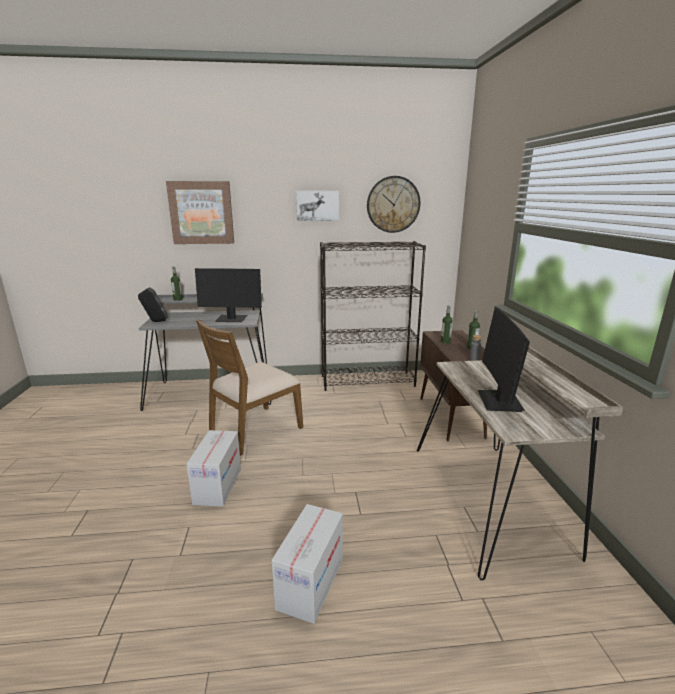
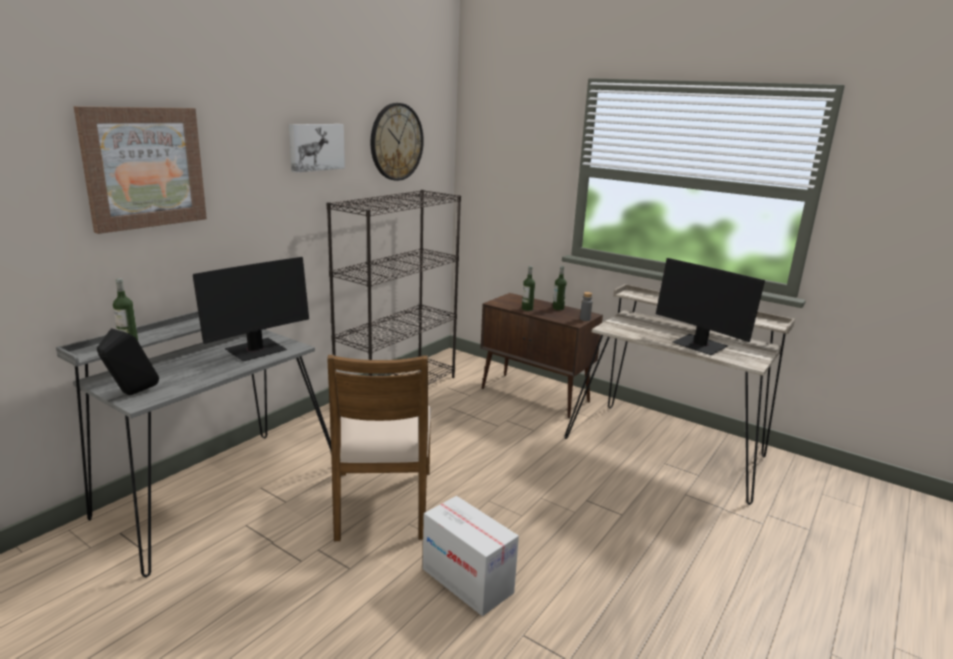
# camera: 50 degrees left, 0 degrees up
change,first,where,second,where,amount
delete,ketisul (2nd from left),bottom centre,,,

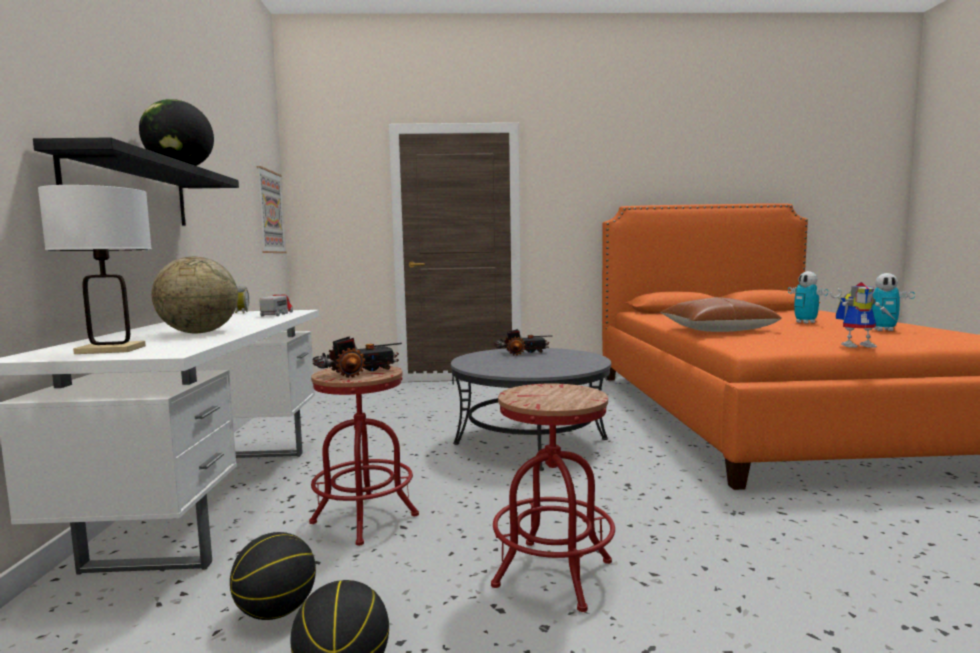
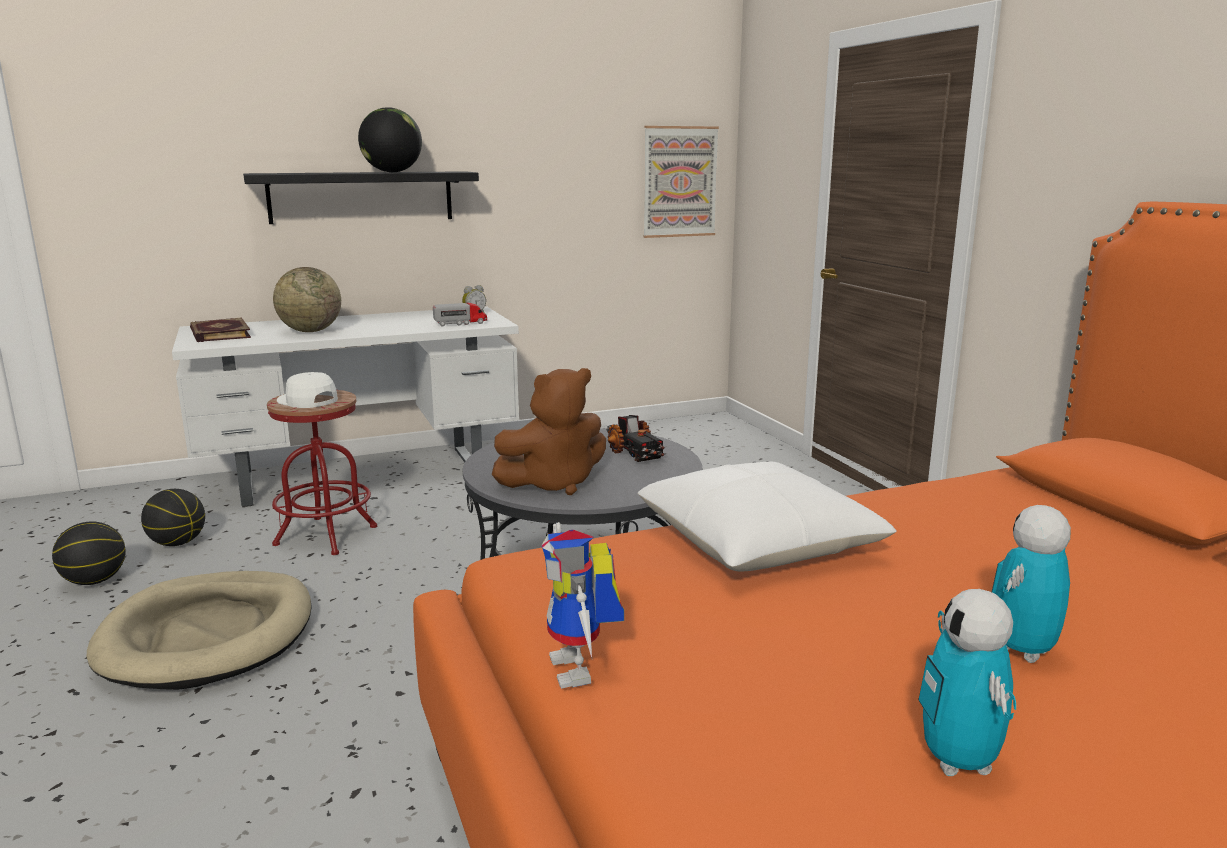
# camera: 70 degrees right, 10 degrees up
change,first,where,second,where,amount
insert,,,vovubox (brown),centre,
replace,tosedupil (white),middle left,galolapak,middle left,
replace,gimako (2nd from left),centre,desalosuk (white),middle left,
replace,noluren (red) (2nd from left),bottom centre,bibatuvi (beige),bottom left,
recolor,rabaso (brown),middle right,rabaso (white),centre,

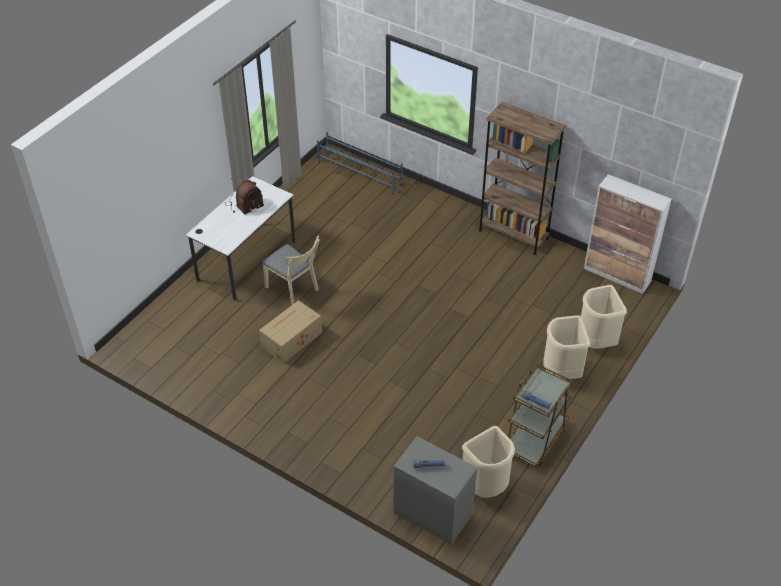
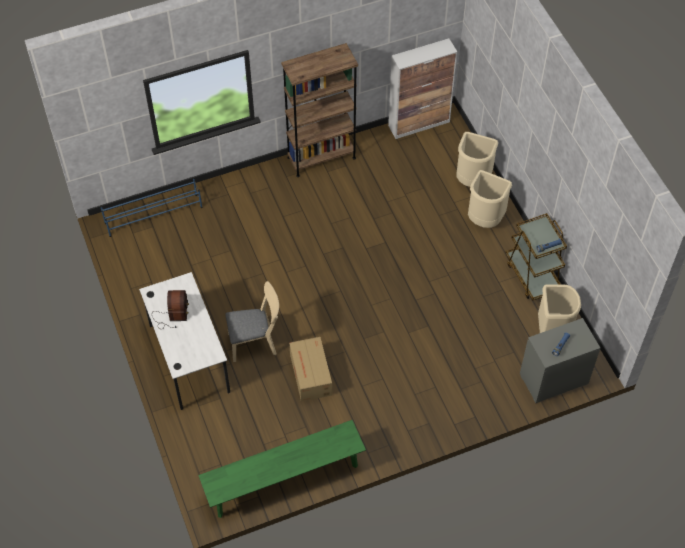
# camera: 55 degrees left, 10 degrees up
change,first,where,second,where,amount
insert,,,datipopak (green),bottom centre,

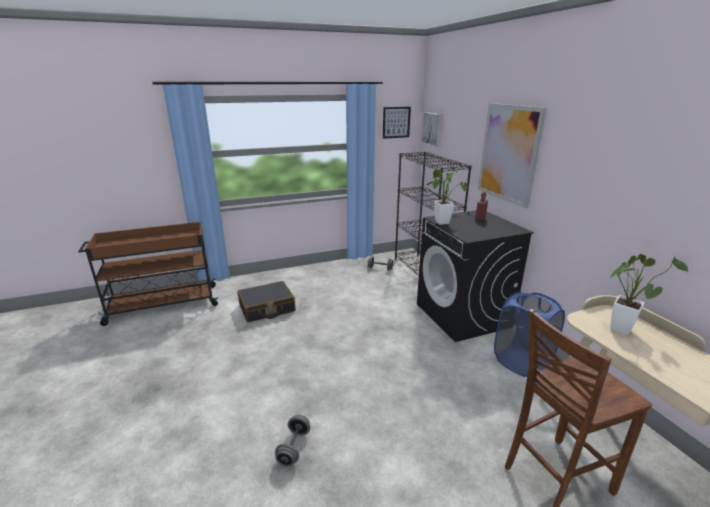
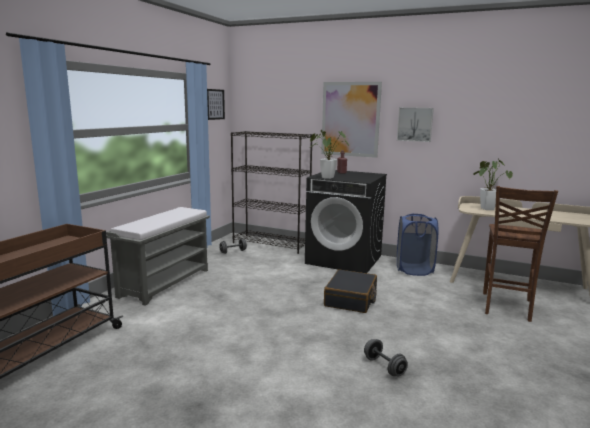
# camera: 45 degrees left, 10 degrees down
change,first,where,second,where,amount
insert,,,datipopak (grey),middle left,
move,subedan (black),centre,,bottom centre,
move,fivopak (2nd from left in the first image),top centre,fivopak (3rd from left),top right,

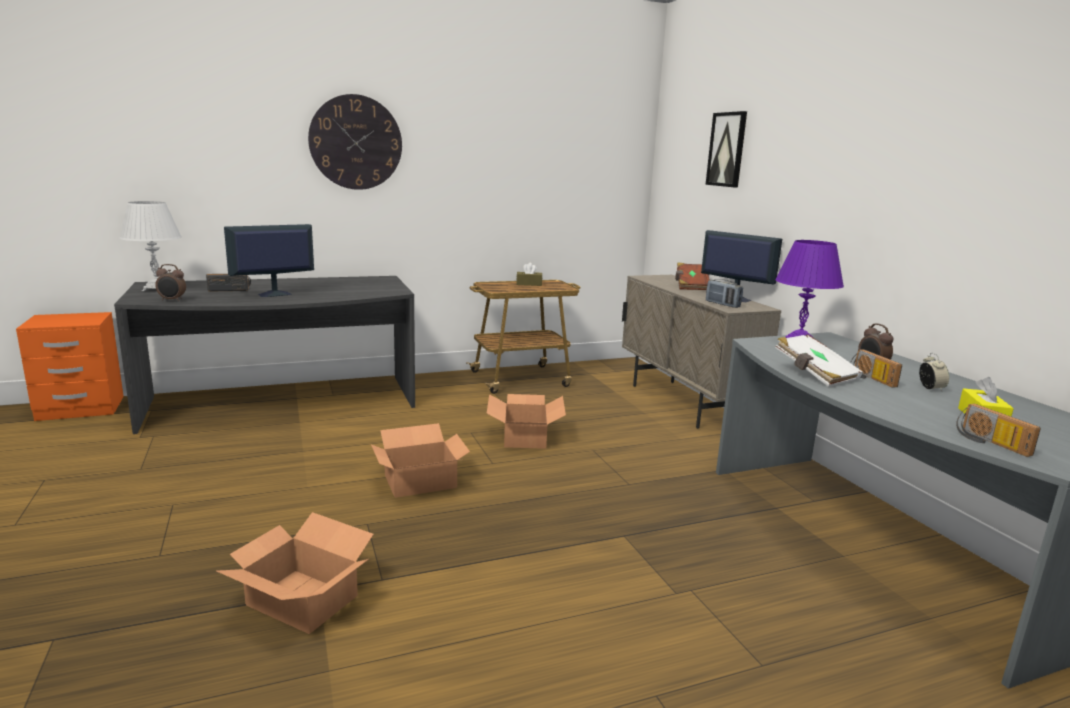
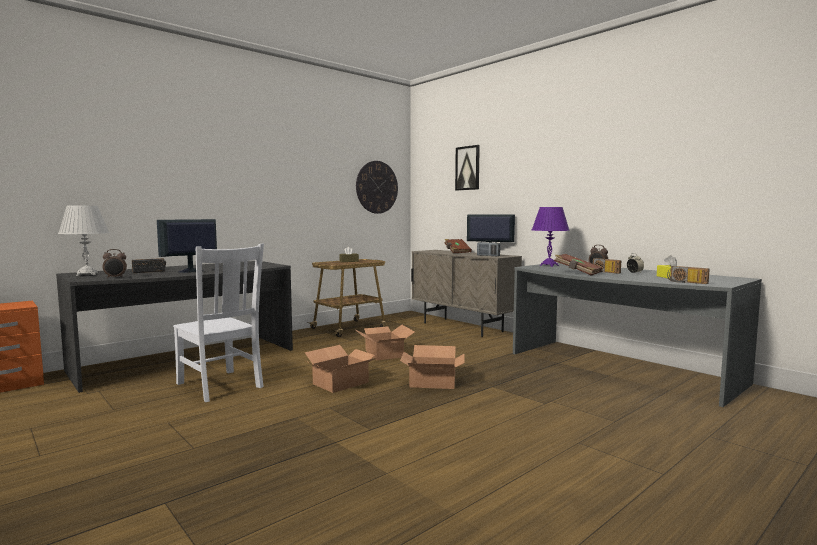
# camera: 20 degrees left, 10 degrees down
change,first,where,second,where,amount
insert,,,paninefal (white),middle left,
move,ketisul (1st from left in the first image),bottom left,ketisul (3rd from left),bottom centre,
move,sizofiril,top left,,centre,
recolor,galolapak (white),middle right,galolapak (brown) (2nd from left),middle right,

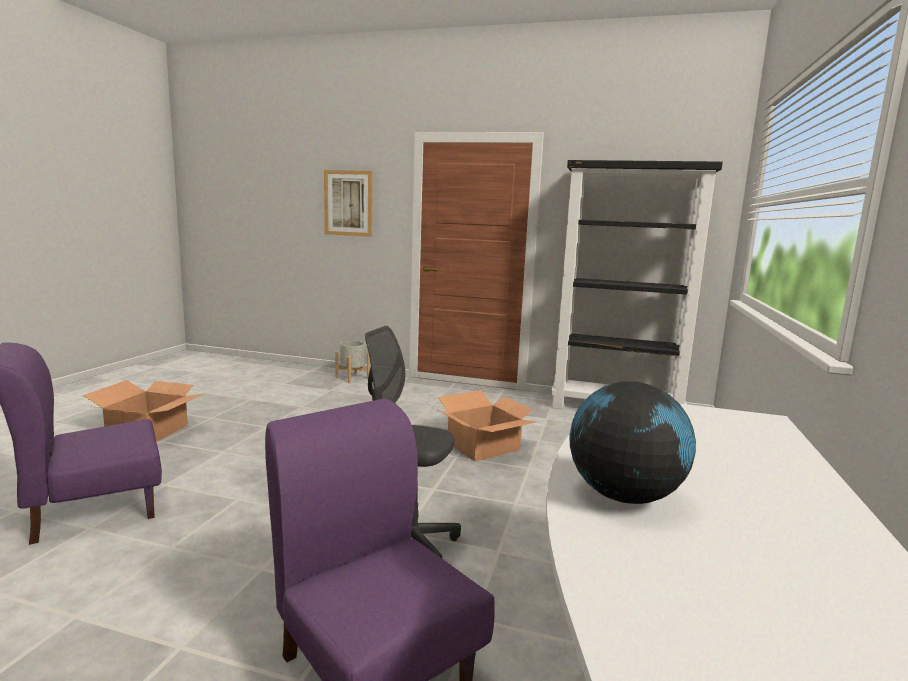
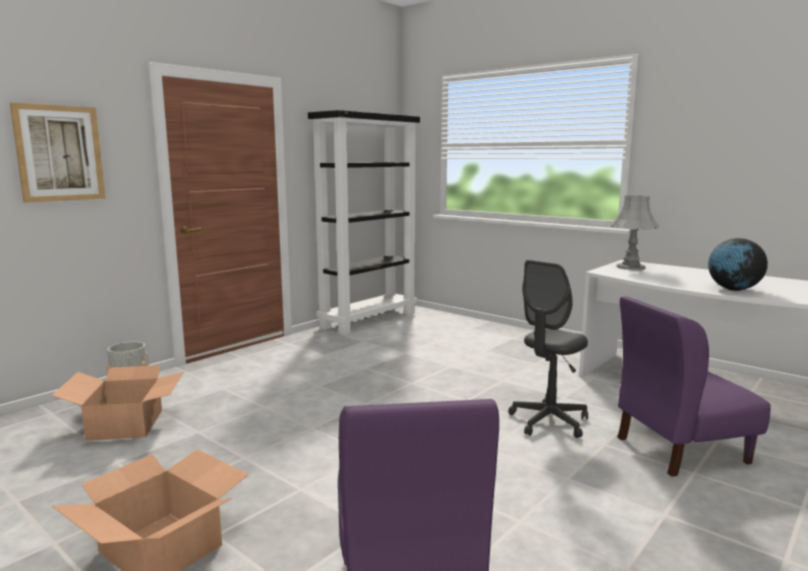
# camera: 65 degrees left, 0 degrees up
change,first,where,second,where,amount
insert,,,tosedupil (grey),middle right,
move,ketisul (2nd from left in the first image),centre,ketisul (1st from left),bottom left,

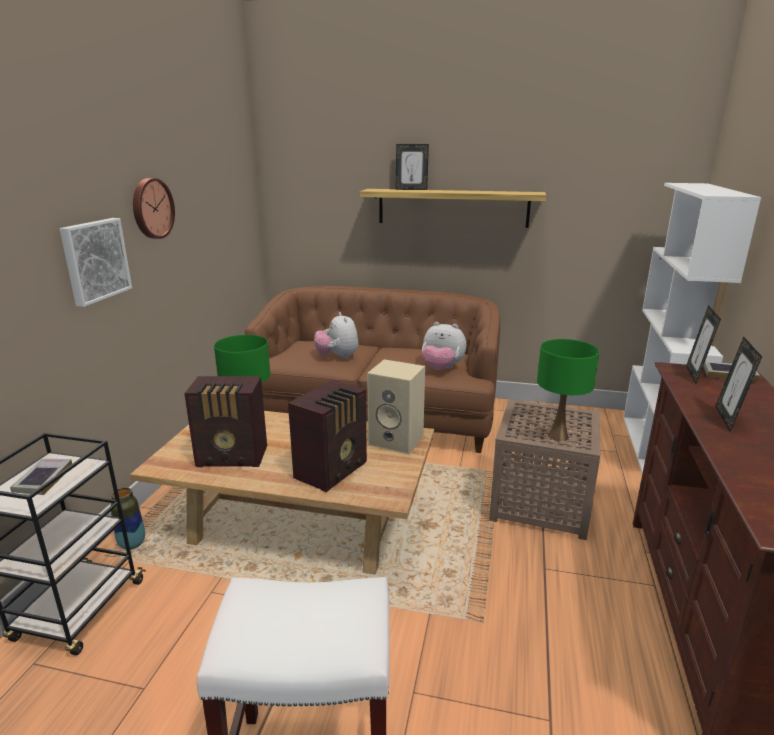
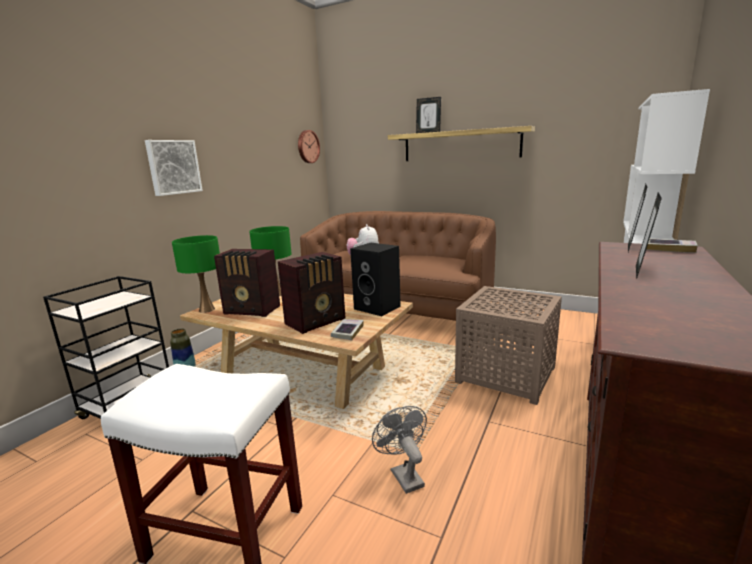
# camera: 15 degrees right, 5 degrees down
change,first,where,second,where,amount
delete,vovubox (2nd from left),centre,,,
insert,,,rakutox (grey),bottom centre,
move,galolapak (1st from left),middle left,,centre,
move,sizofiril,top left,,top centre,
move,tosedupil (green) (2nd from left in the first image),middle right,tosedupil (green) (1st from left),middle left,
recolor,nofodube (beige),centre,nofodube (black),centre,

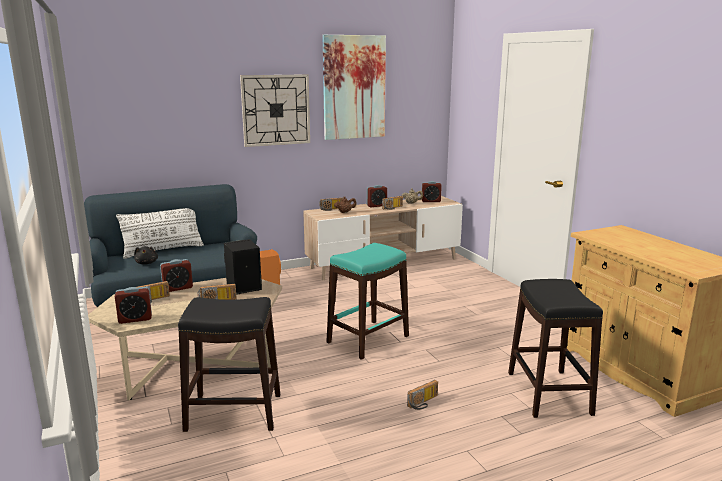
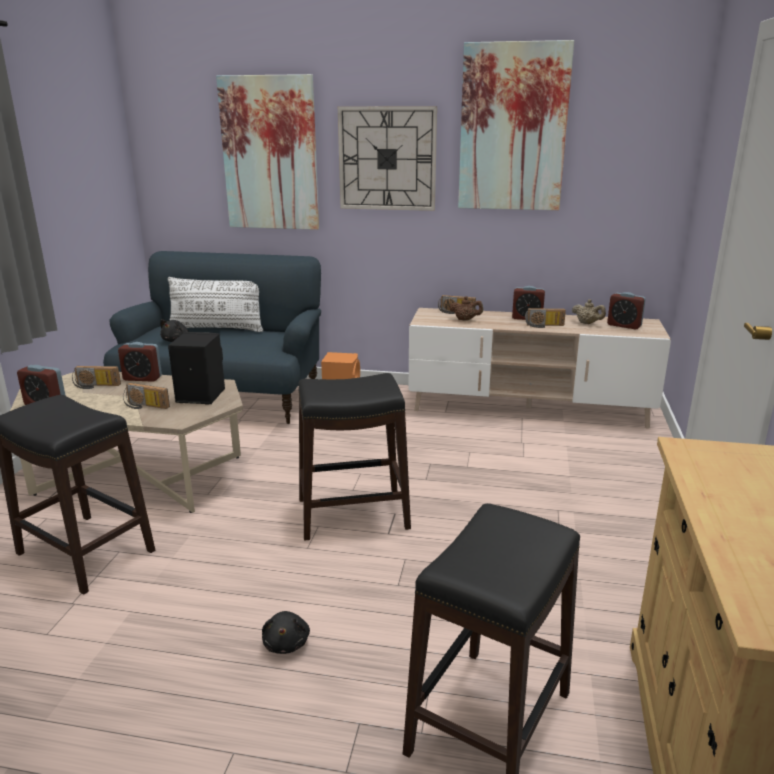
# camera: 35 degrees right, 5 degrees up
change,first,where,second,where,amount
insert,,,fivopak (1st from left),top centre,
replace,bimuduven (5th from left),bottom centre,vovubox (black) (2nd from left),bottom centre,
recolor,noluren (turquoise),centre,noluren (black) (2nd from left),centre,

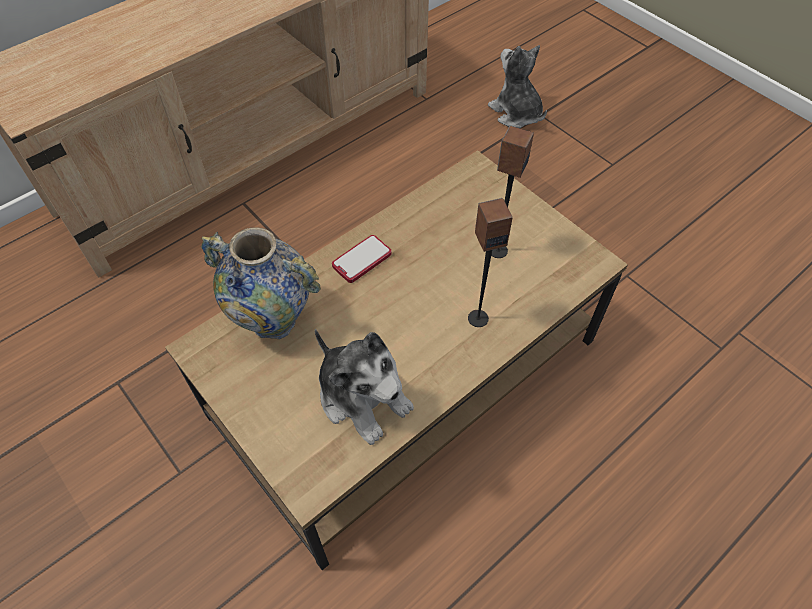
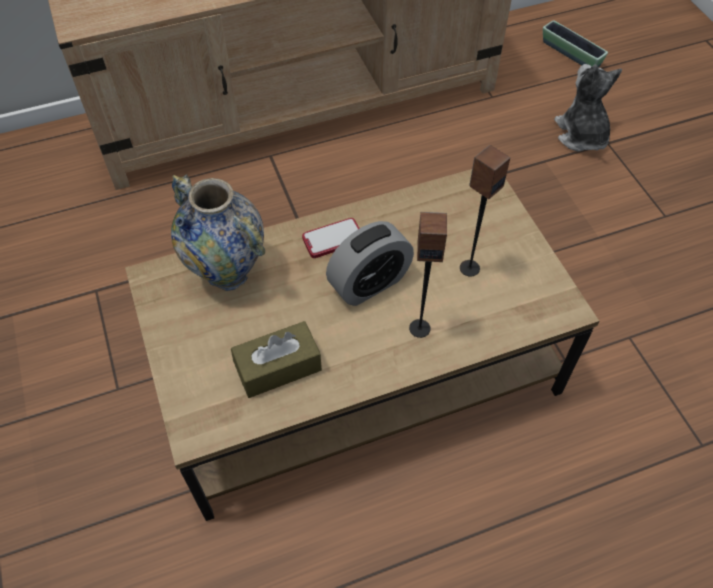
# camera: 20 degrees right, 0 degrees up
change,first,where,second,where,amount
insert,,,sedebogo,centre,
insert,,,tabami,top right,
replace,vovubox (1st from left),centre,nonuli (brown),centre,

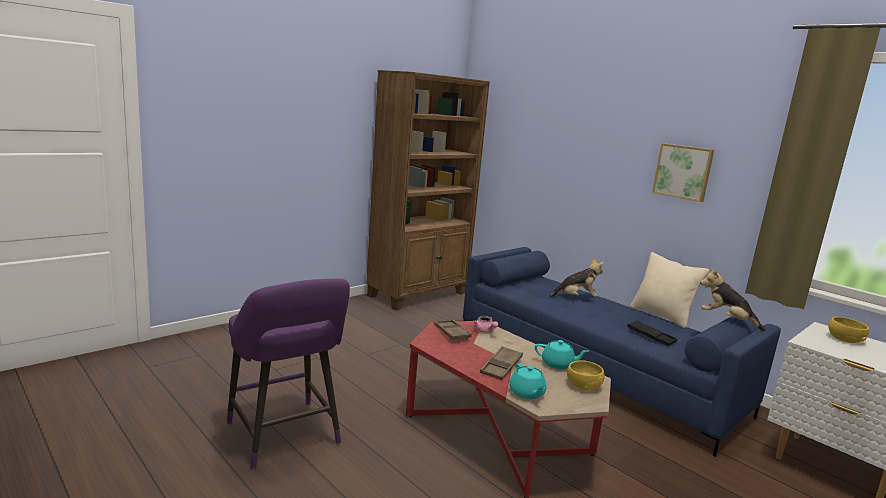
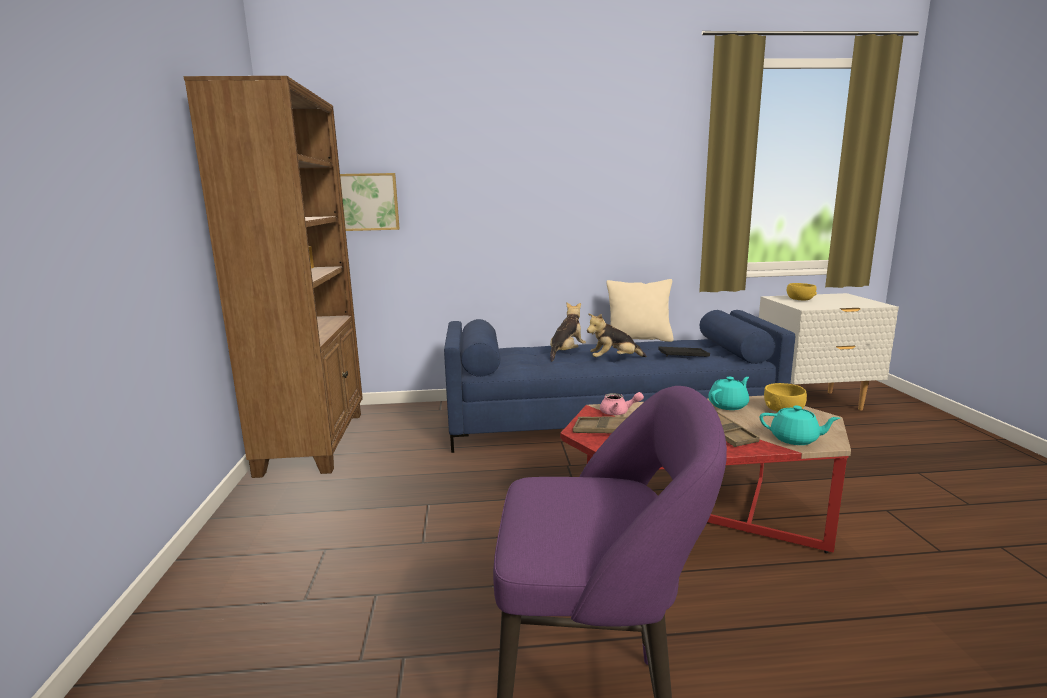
# camera: 50 degrees left, 0 degrees up
change,first,where,second,where,amount
move,fivopak,middle right,,top centre,
move,vovubox (2nd from left),middle right,,centre,

